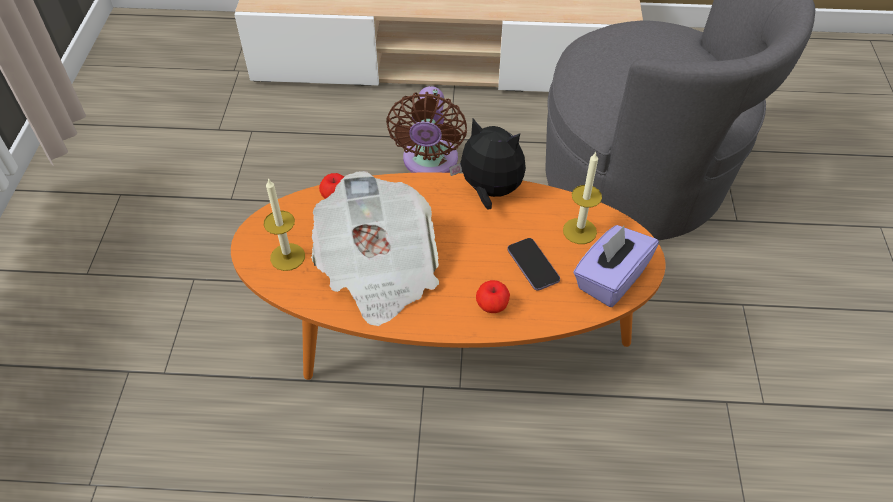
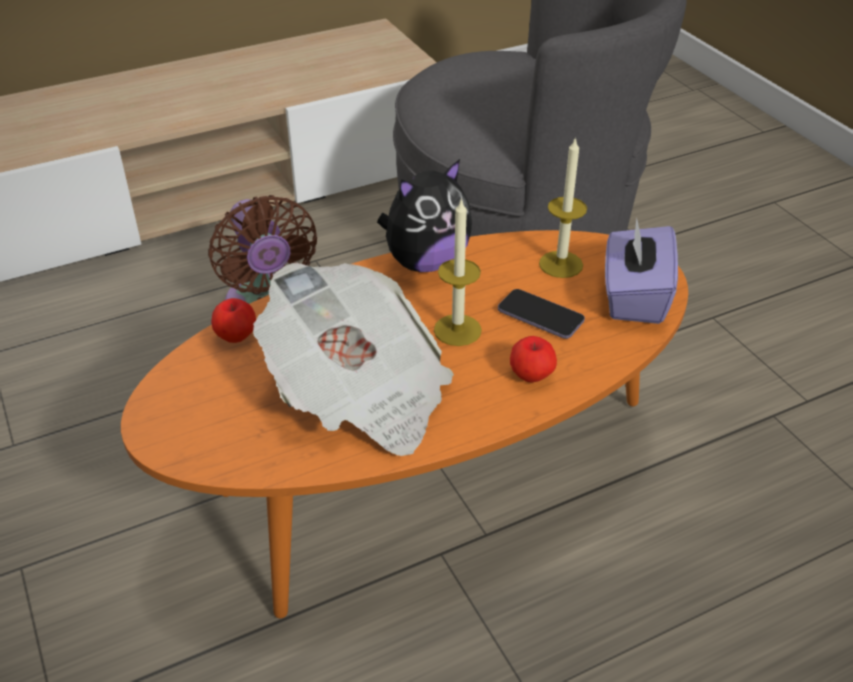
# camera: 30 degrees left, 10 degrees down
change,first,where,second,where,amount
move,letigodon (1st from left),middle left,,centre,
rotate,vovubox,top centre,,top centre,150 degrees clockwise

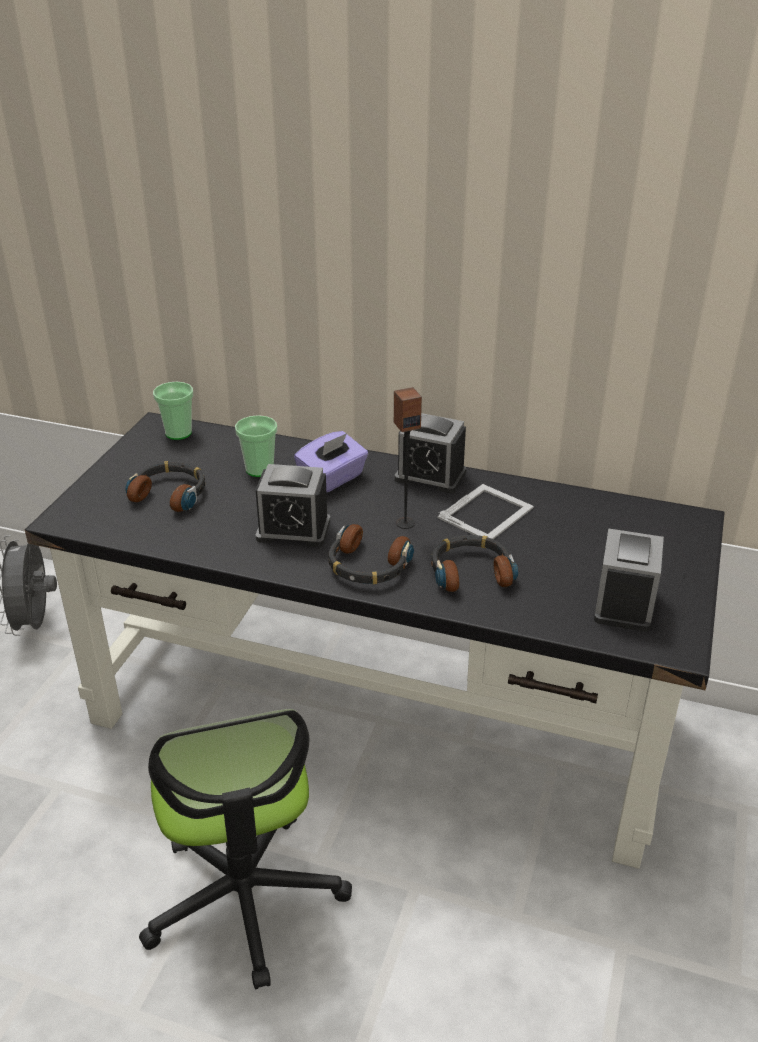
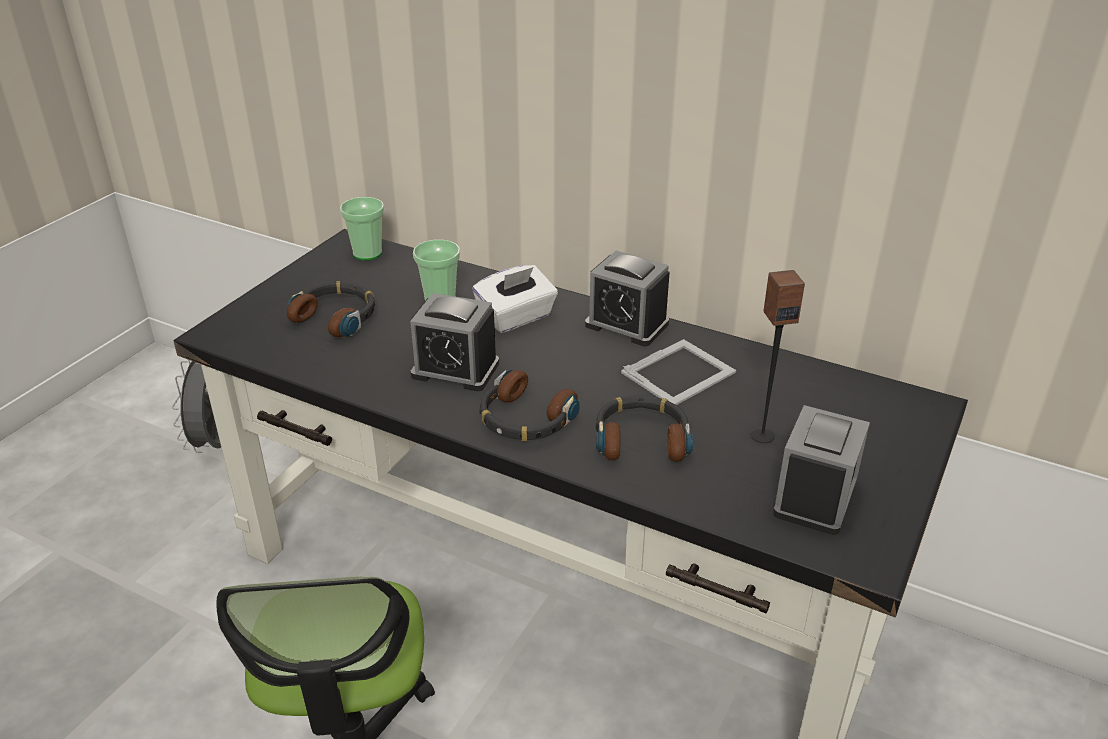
# camera: 10 degrees right, 0 degrees up
change,first,where,second,where,amount
move,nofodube,centre,,middle right,
recolor,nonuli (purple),centre,nonuli (white),centre,

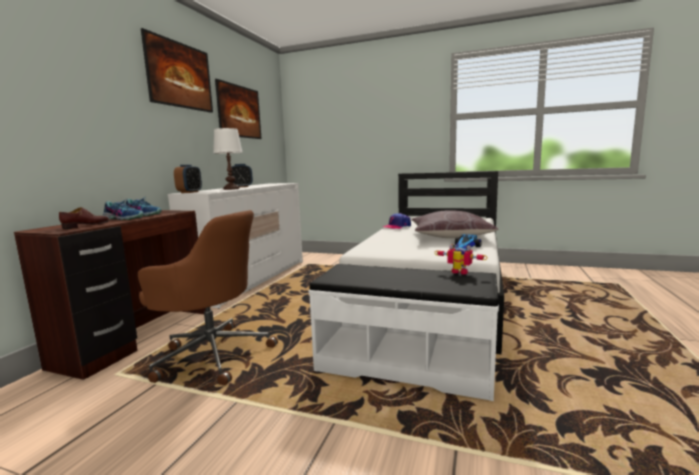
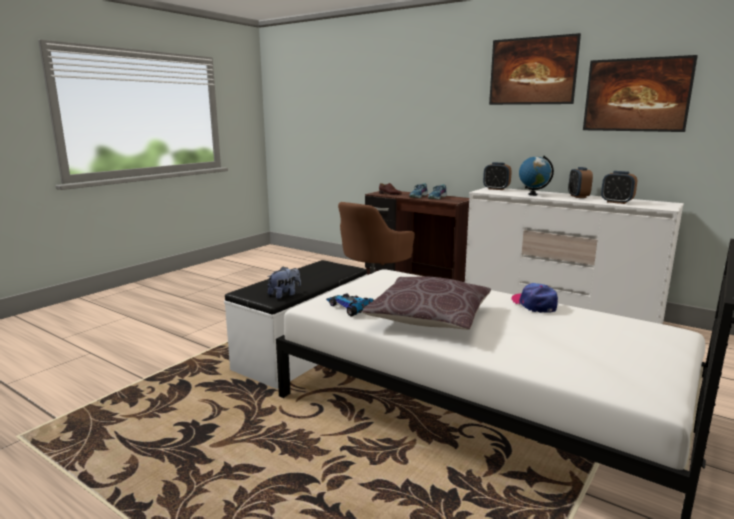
# camera: 105 degrees right, 5 degrees up
change,first,where,second,where,amount
insert,,,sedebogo (3rd from left),middle right,
replace,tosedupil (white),middle left,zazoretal,middle right,
replace,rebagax,centre,vovubox,centre,

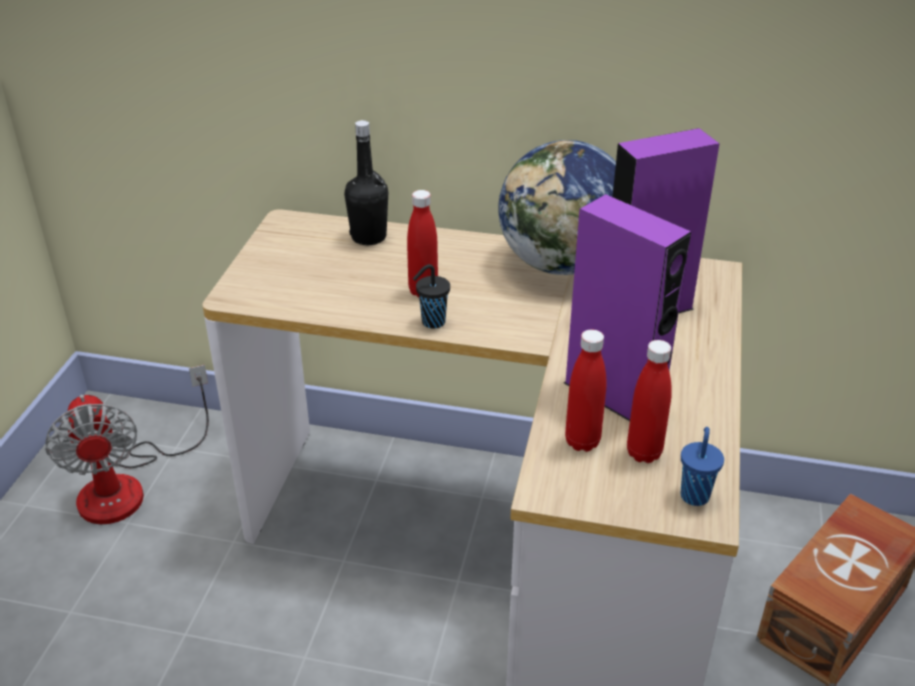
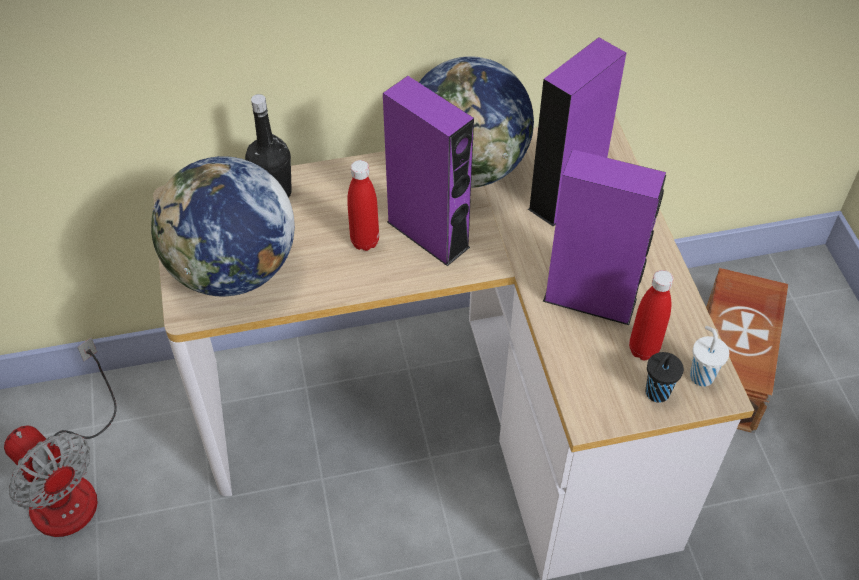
# camera: 25 degrees left, 15 degrees up
change,first,where,second,where,amount
delete,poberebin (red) (2nd from left),centre,,,
insert,,,zazoretal (1st from left),middle left,
insert,,,nofodube (purple) (1st from left),top centre,
move,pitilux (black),centre,,middle right,
recolor,pitilux (blue),bottom right,pitilux (white),middle right,

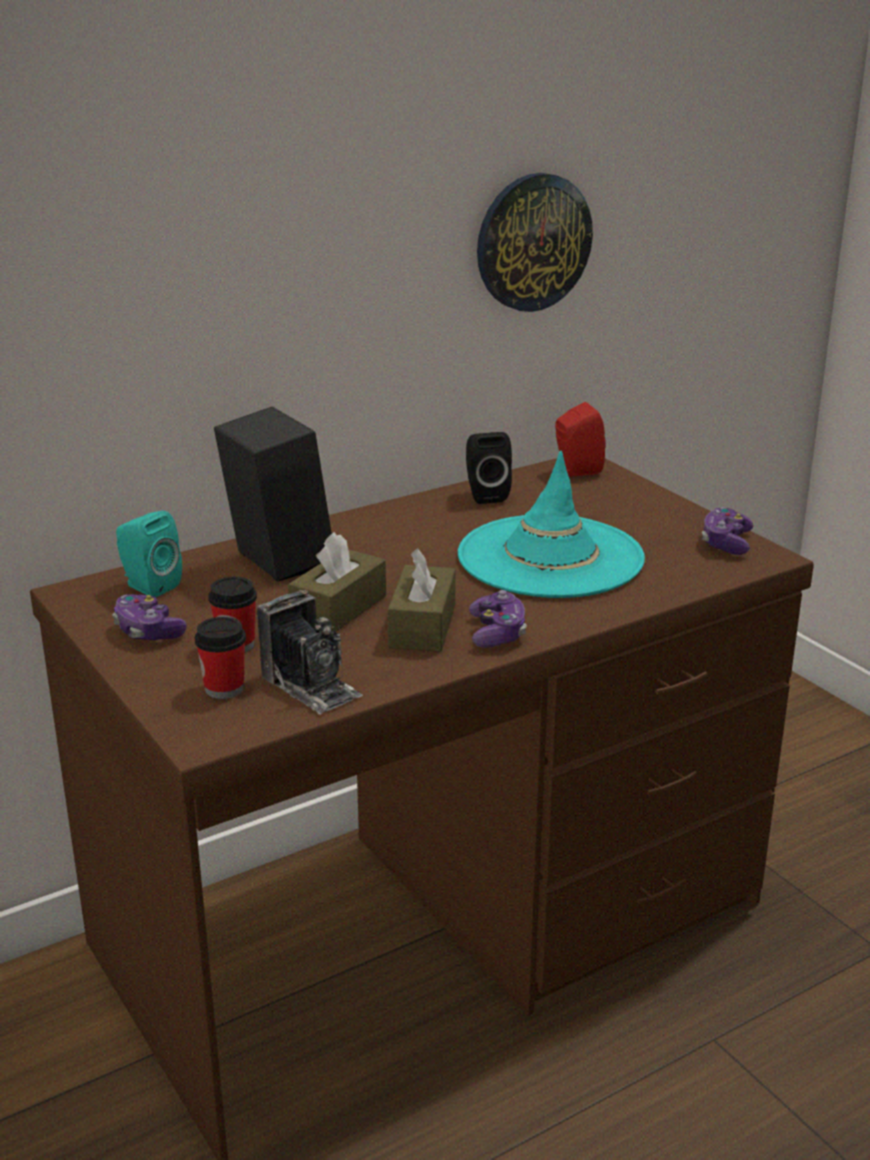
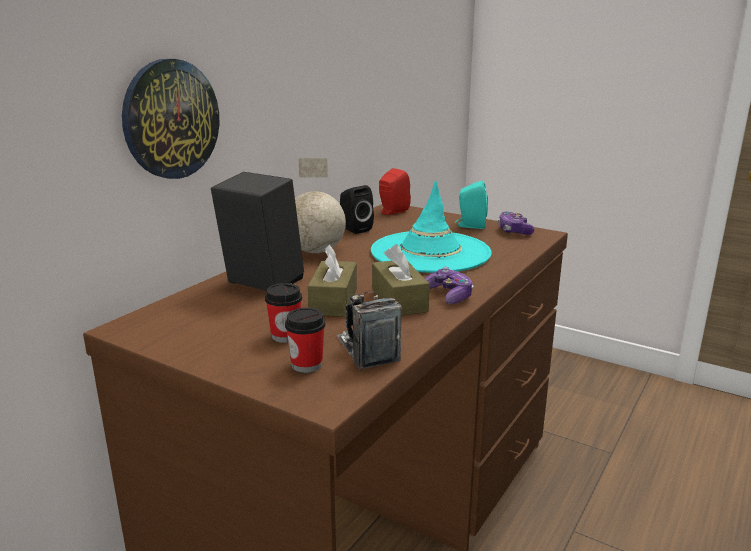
# camera: 25 degrees left, 5 degrees down
change,first,where,second,where,amount
delete,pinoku (1st from left),middle left,,,
insert,,,zazoretal,centre,
move,nofodube (turquoise),middle left,,centre,
move,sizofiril,top centre,,top left,
rotate,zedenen,centre,,centre,135 degrees counterclockwise

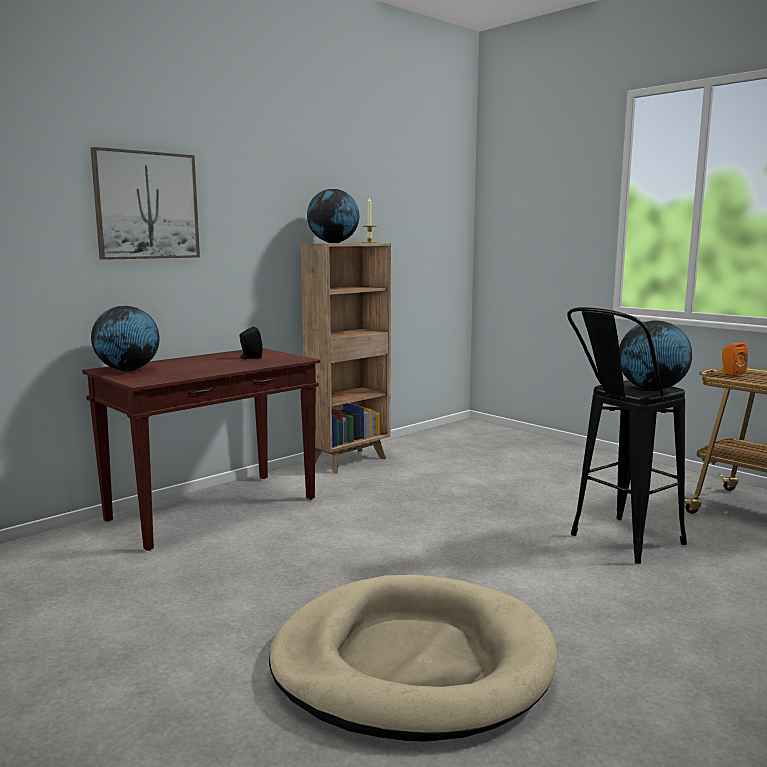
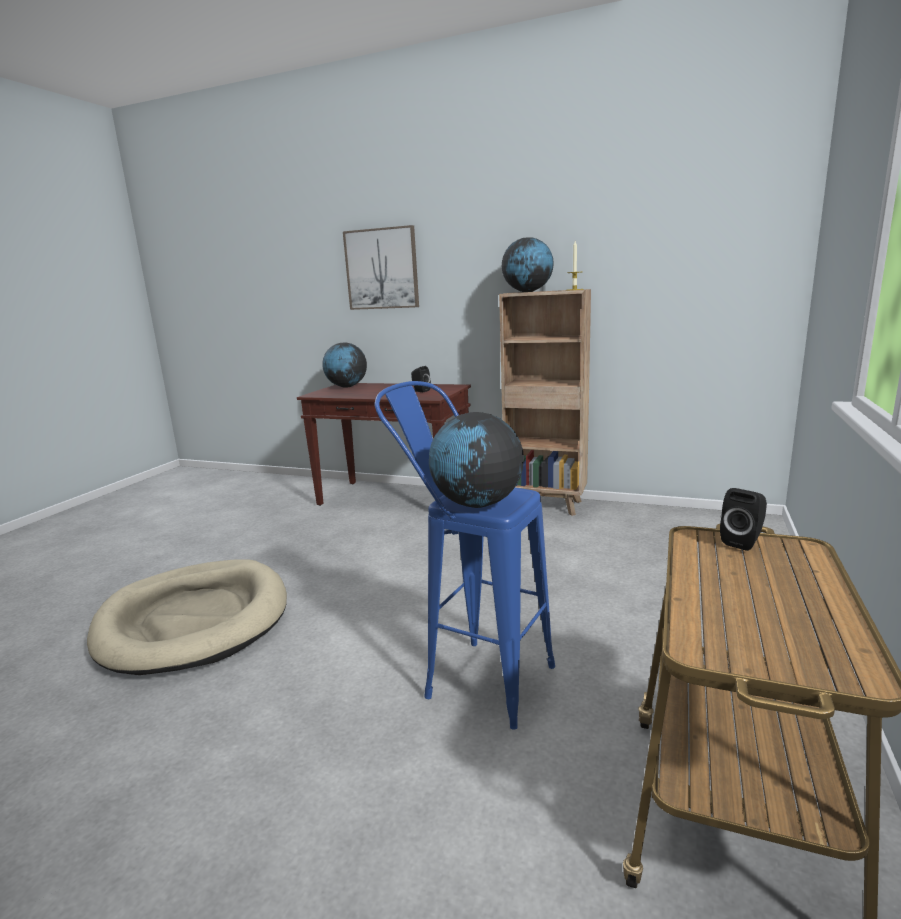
# camera: 65 degrees right, 5 degrees up
change,first,where,second,where,amount
recolor,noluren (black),middle right,noluren (blue),centre,
recolor,nofodube (orange),middle right,nofodube (black) (2nd from left),middle right,

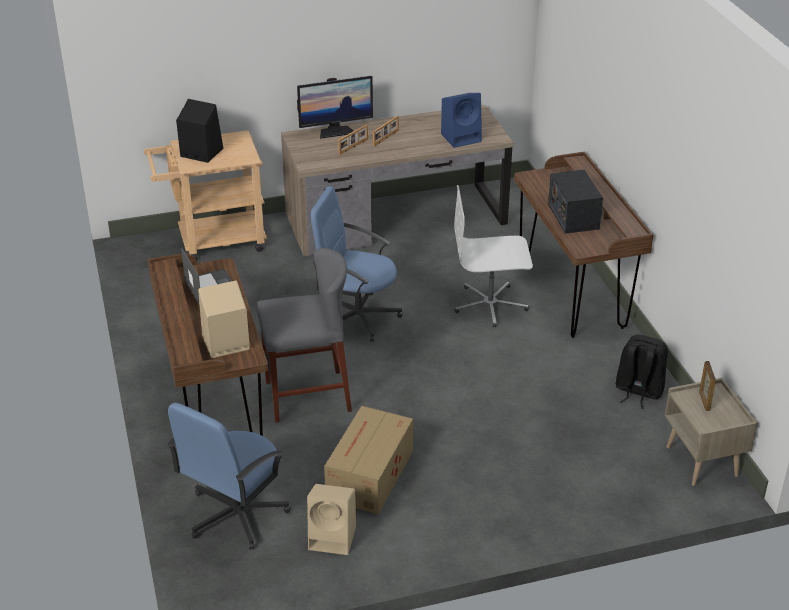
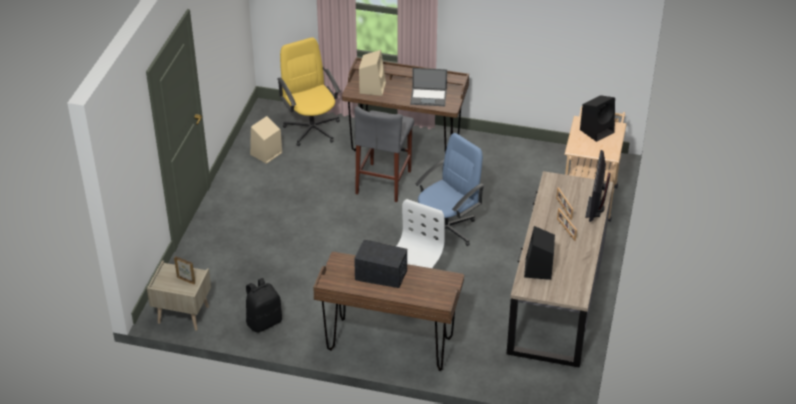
# camera: 120 degrees right, 5 degrees up
change,first,where,second,where,amount
delete,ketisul,bottom centre,,,
recolor,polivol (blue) (1st from left),bottom left,polivol (yellow),top centre,
recolor,nofodube (blue),top centre,nofodube (black) (1st from left),middle right,

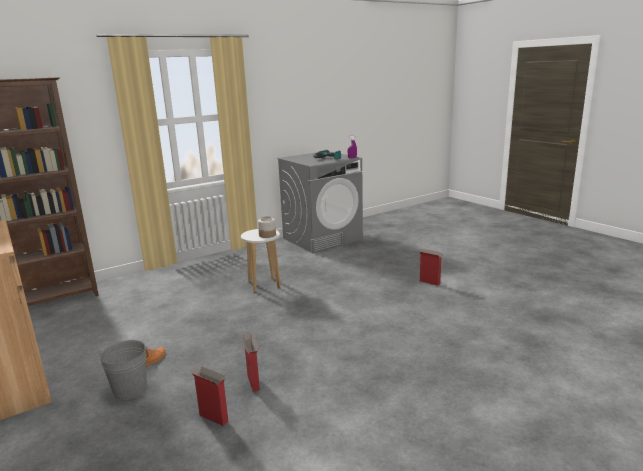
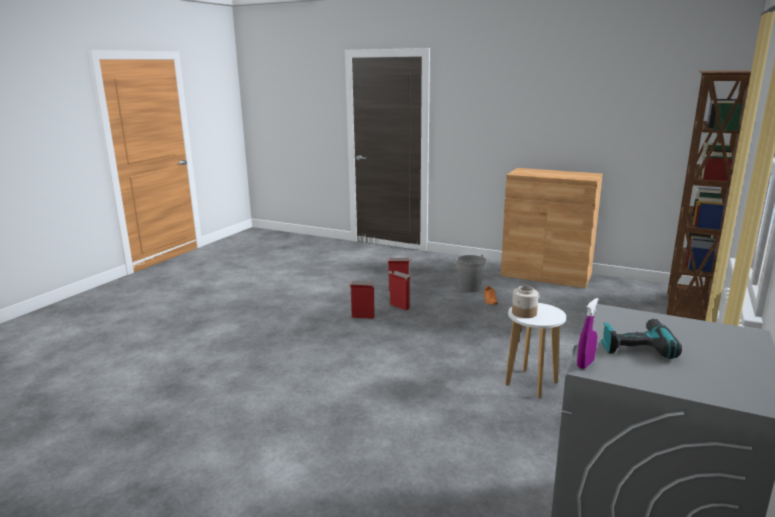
# camera: 150 degrees right, 0 degrees up
change,first,where,second,where,amount
move,ketisul (3rd from left in the first image),middle right,ketisul (1st from left),centre,

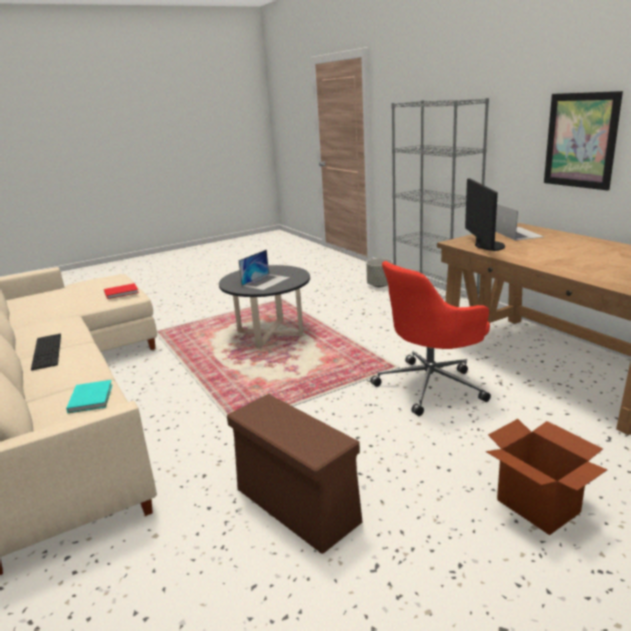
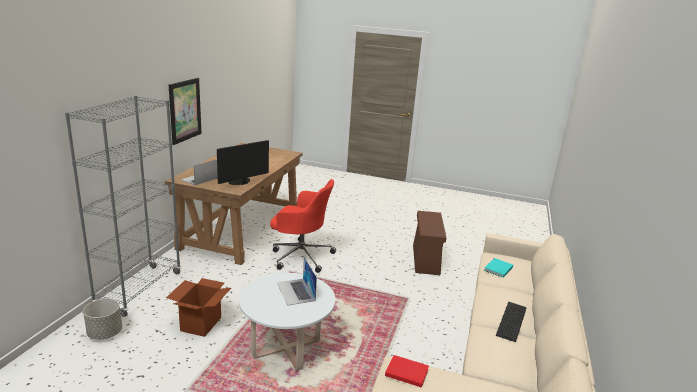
# camera: 135 degrees left, 0 degrees up
change,first,where,second,where,amount
move,ketisul,bottom right,,bottom left,
recolor,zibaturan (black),centre,zibaturan (white),bottom centre,
rotate,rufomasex (1st from left in the first image),centre,rufomasex (2nd from left),bottom centre,105 degrees counterclockwise

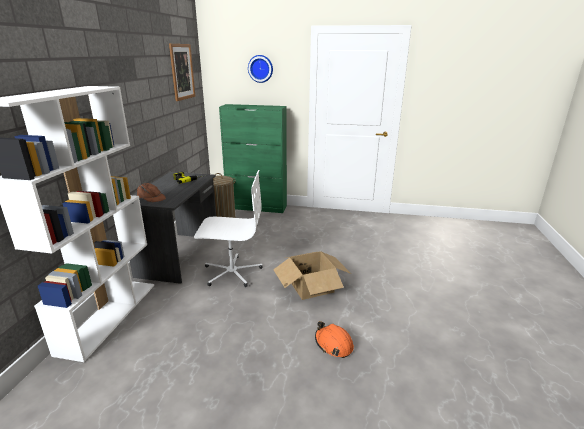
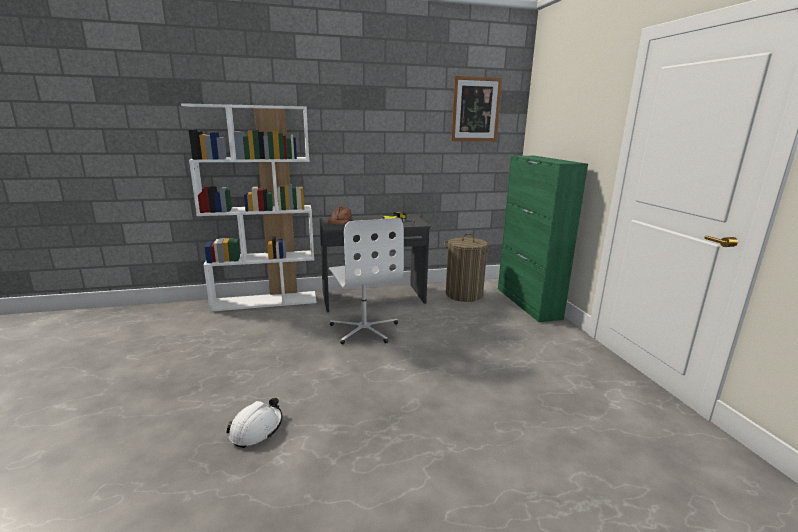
# camera: 65 degrees right, 5 degrees down
change,first,where,second,where,amount
delete,sizofiril,top centre,,,
delete,ketisul,centre,,,
recolor,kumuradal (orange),bottom centre,kumuradal (white),bottom left,

